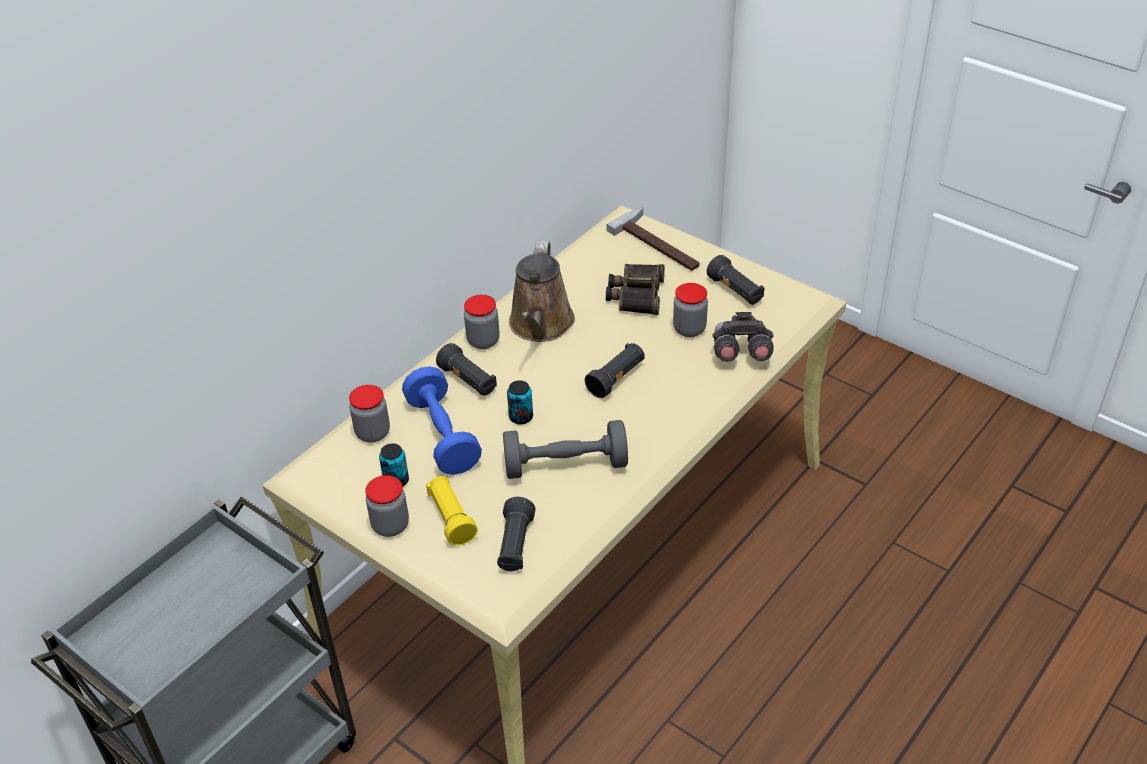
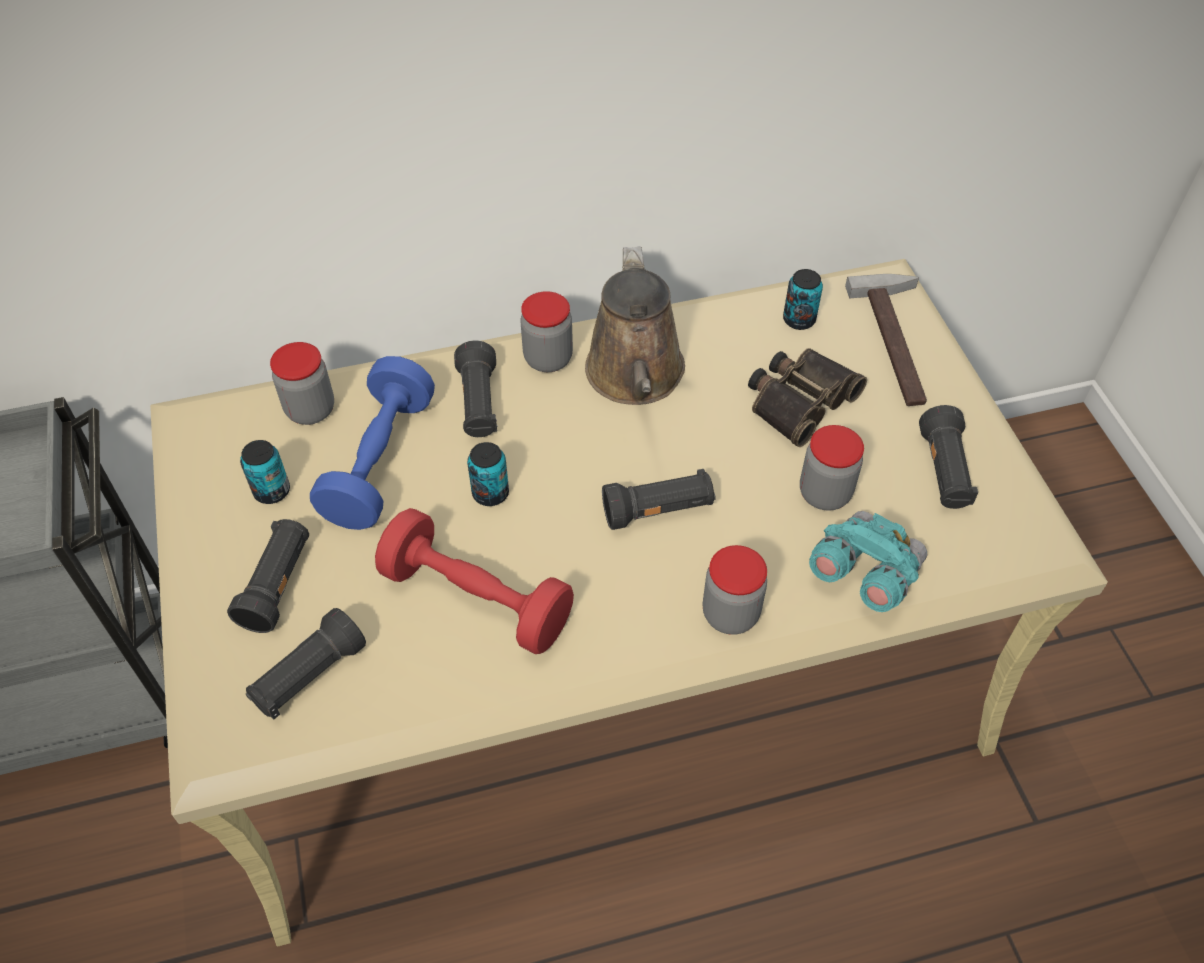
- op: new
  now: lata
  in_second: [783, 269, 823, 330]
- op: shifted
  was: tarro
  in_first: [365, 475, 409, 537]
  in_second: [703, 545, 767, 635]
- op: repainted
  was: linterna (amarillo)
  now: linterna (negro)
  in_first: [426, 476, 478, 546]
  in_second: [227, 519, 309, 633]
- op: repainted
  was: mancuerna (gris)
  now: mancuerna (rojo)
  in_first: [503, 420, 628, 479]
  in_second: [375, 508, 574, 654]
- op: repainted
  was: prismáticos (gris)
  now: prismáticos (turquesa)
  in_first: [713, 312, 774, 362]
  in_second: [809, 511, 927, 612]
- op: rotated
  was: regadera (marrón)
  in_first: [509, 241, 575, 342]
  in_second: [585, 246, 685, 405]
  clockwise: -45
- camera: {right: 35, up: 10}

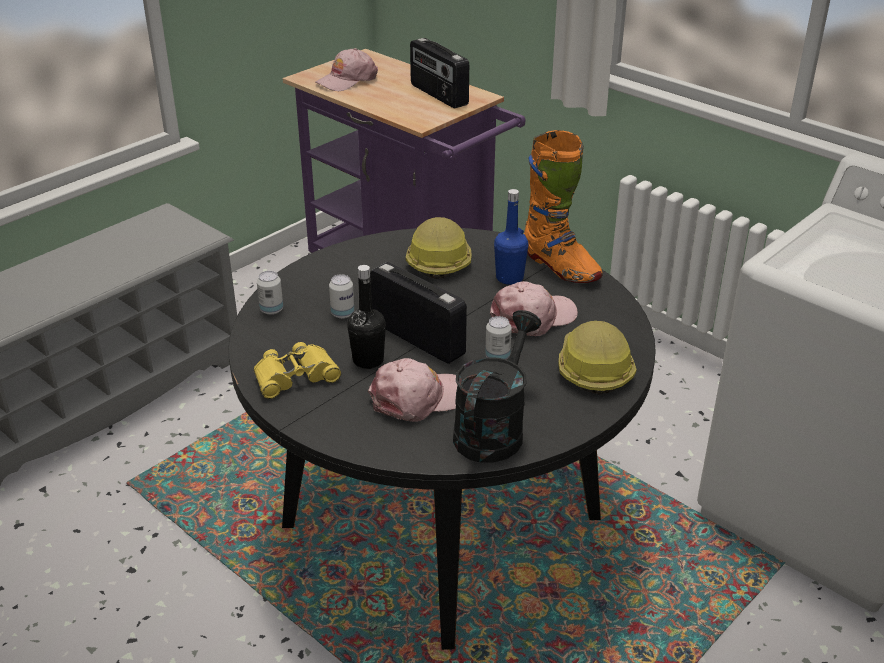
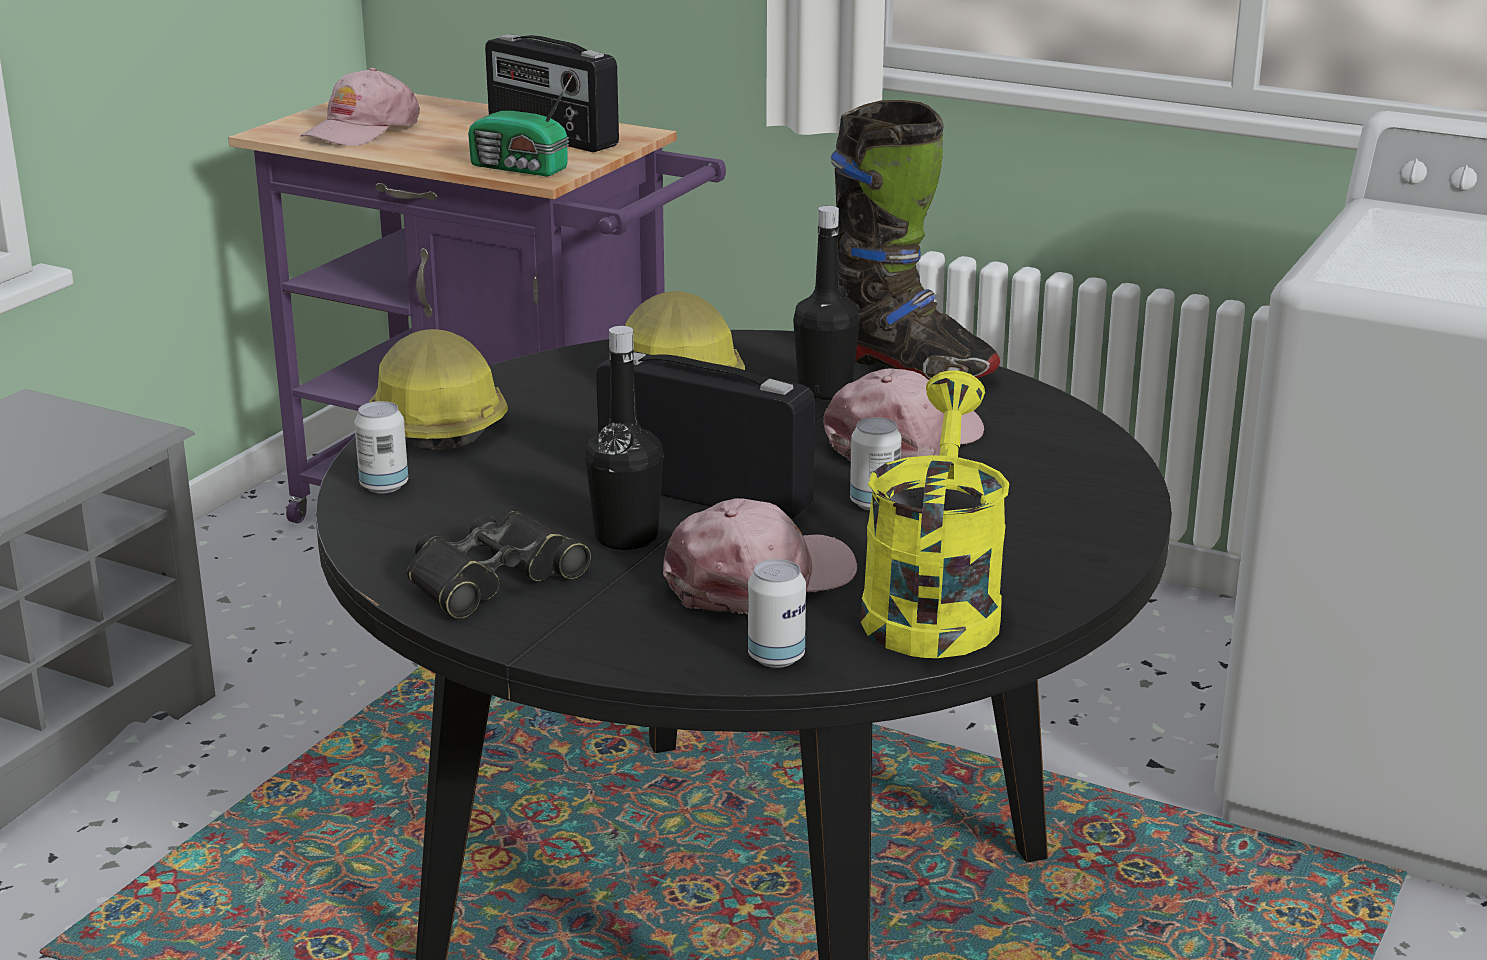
- op: new
  now: radio
  in_second: [468, 75, 573, 177]
- op: shifted
  was: lata
  in_first: [329, 274, 354, 319]
  in_second: [748, 559, 806, 668]
- op: shifted
  was: casco
  in_first: [558, 321, 637, 395]
  in_second: [369, 329, 508, 450]
- op: repainted
  was: prismáticos (amarillo)
  now: prismáticos (negro)
  in_first: [254, 342, 341, 399]
  in_second: [407, 511, 591, 619]
- op: repainted
  was: regadera (negro)
  now: regadera (amarillo)
  in_first: [453, 310, 541, 463]
  in_second: [861, 370, 1009, 658]
- op: repainted
  was: botella (azul)
  now: botella (negro)
  in_first: [494, 189, 528, 285]
  in_second: [793, 206, 860, 400]
- op: repainted
  was: bota (naranja)
  now: bota (negro)
  in_first: [524, 130, 603, 283]
  in_second: [831, 100, 1000, 380]
- camera: {right: -15, up: -10}

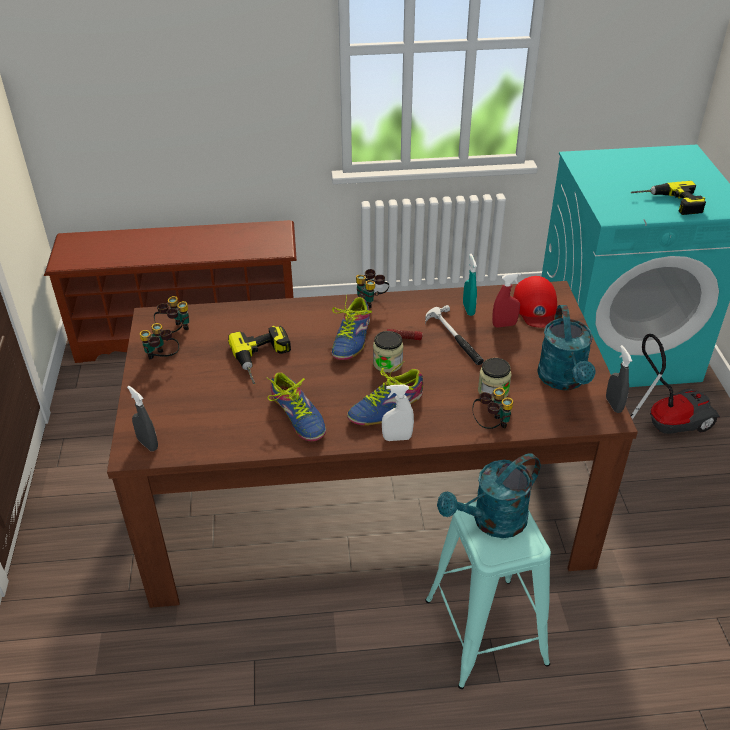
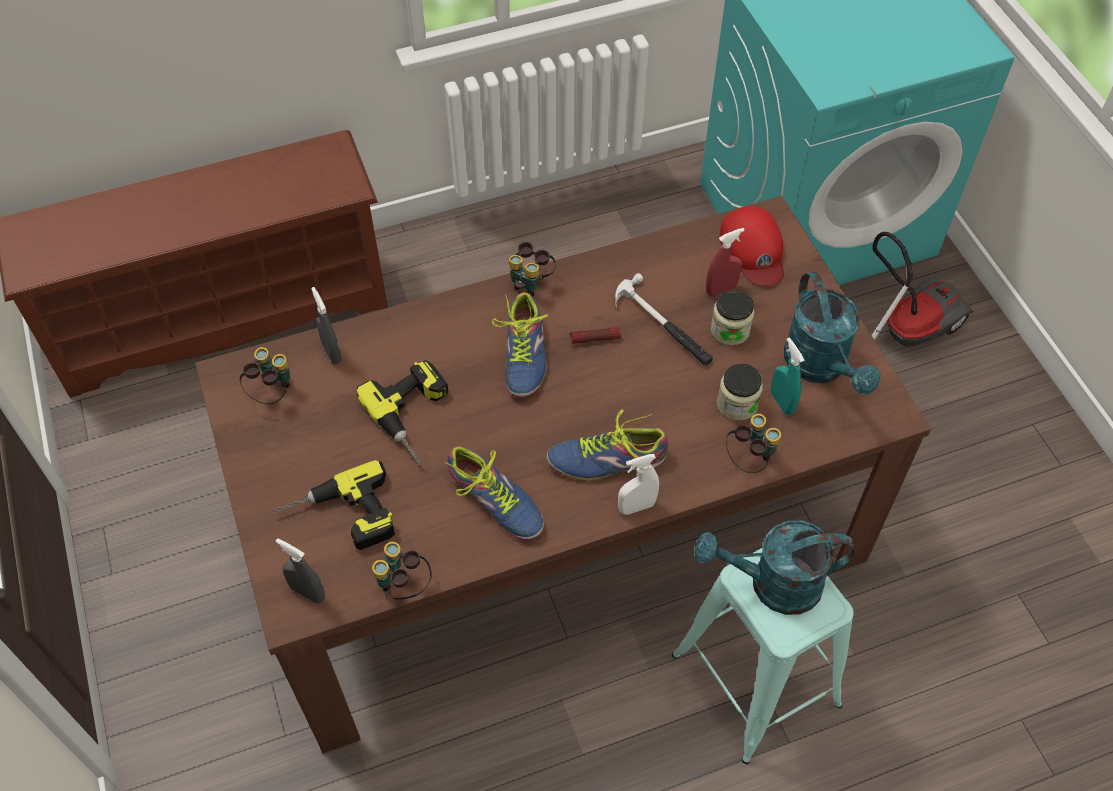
- op: shifted
  was: prismáticos
  in_first: [140, 323, 179, 359]
  in_second: [372, 541, 432, 600]
- op: shifted
  was: tarro
  in_first: [373, 331, 403, 373]
  in_second: [711, 290, 754, 345]
- op: shifted
  was: pulverizador (turquesa)
  in_first: [463, 254, 477, 316]
  in_second: [771, 338, 805, 415]
- op: shifted
  was: pulverizador (gris)
  in_first: [606, 345, 632, 413]
  in_second: [311, 287, 342, 364]
- op: shifted
  was: taladro
  in_first: [631, 181, 706, 215]
  in_second: [273, 460, 395, 550]
- op: rotated
  was: zapato
  in_first: [347, 362, 423, 425]
  in_second: [547, 409, 668, 481]
  clockwise: 45
- op: rotated
  was: regadera (turquesa)
  in_first: [437, 453, 541, 538]
  in_second: [695, 520, 855, 615]
  clockwise: 45
- camera: {right: -15, up: 15}

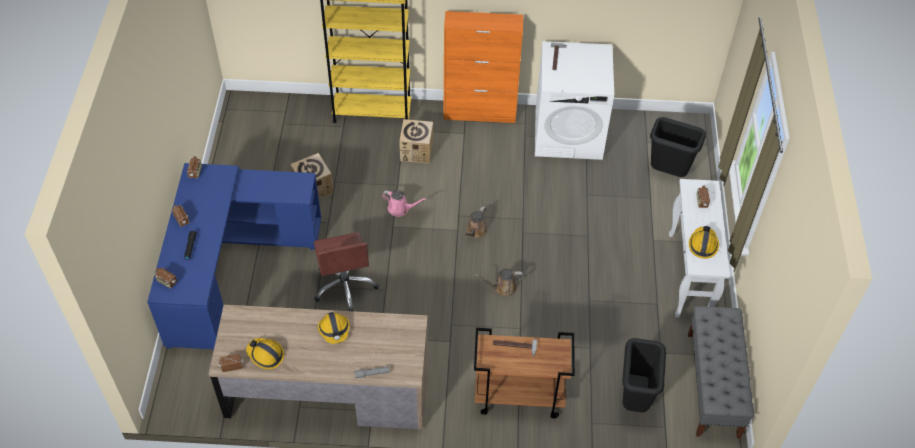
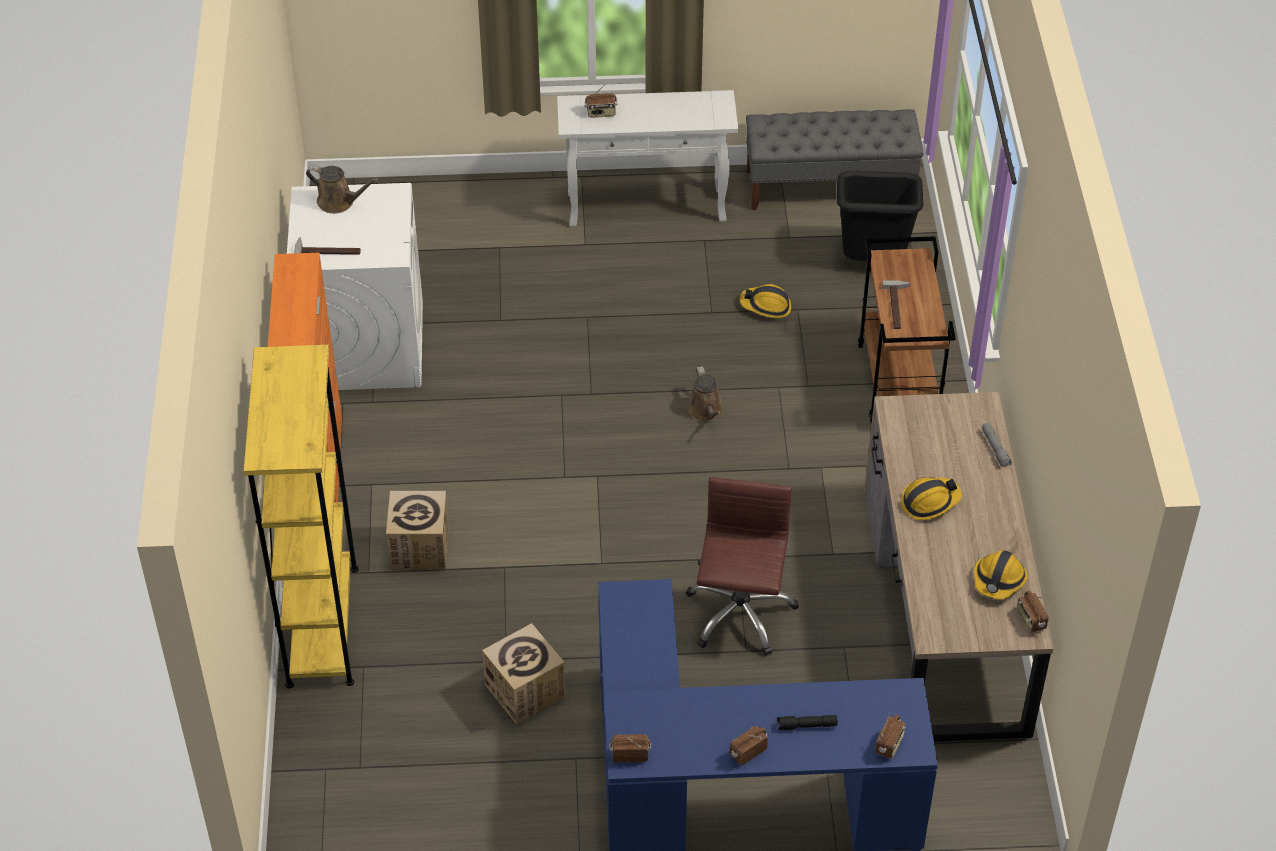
- op: gone
  was: regadera (rosa)
  in_first: [382, 190, 427, 217]
- op: gone
  was: papelera (negro)
  in_first: [650, 117, 706, 177]
- op: shifted
  was: regadera (marrón)
  in_first: [463, 206, 488, 238]
  in_second: [306, 165, 379, 214]
- op: shifted
  was: casco
  in_first: [689, 226, 719, 259]
  in_second: [740, 284, 791, 318]
- op: rotated
  was: silla de oficina (marrón)
  in_first: [314, 232, 379, 311]
  in_second: [686, 477, 799, 656]
  clockwise: -60
- camera: {right: -95, up: -5}

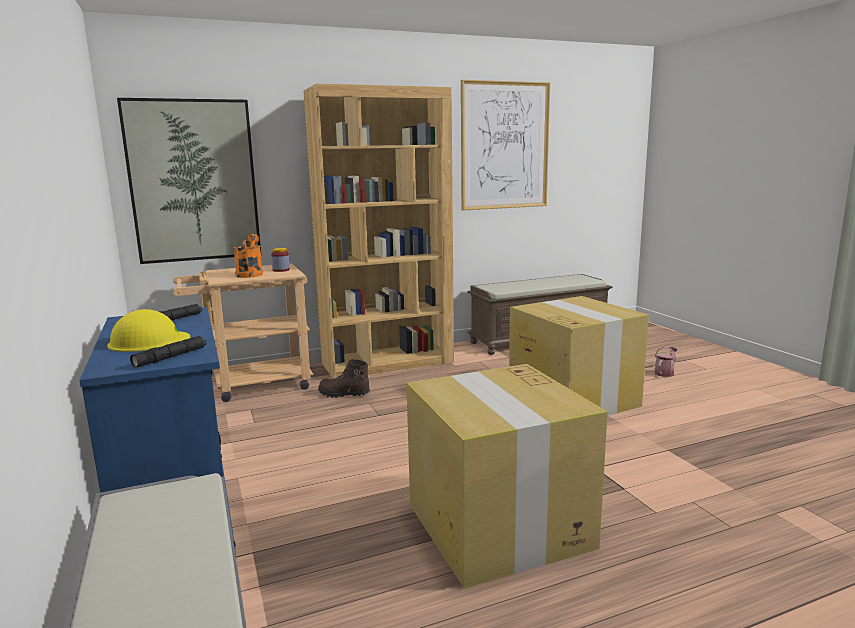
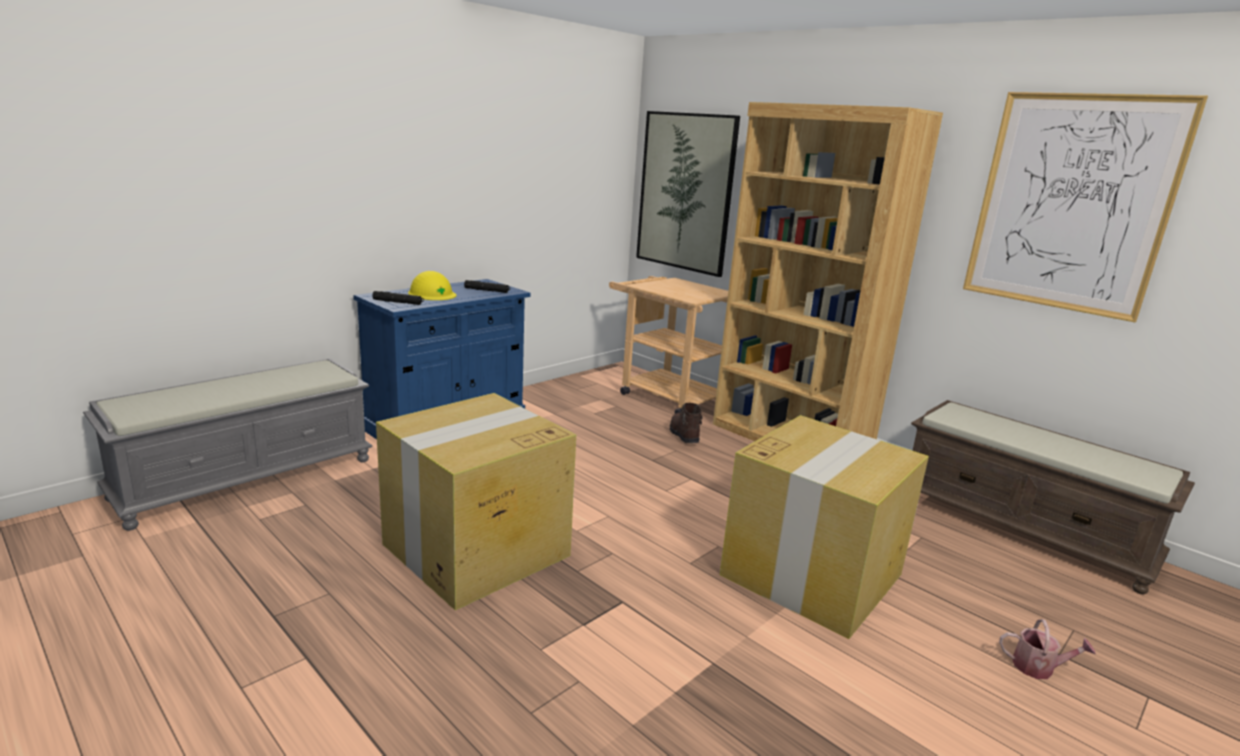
- op: gone
  was: regadera (naranja)
  in_first: [234, 234, 263, 278]
- op: gone
  was: tarro
  in_first: [271, 248, 290, 272]
- camera: {right: 65, up: 5}

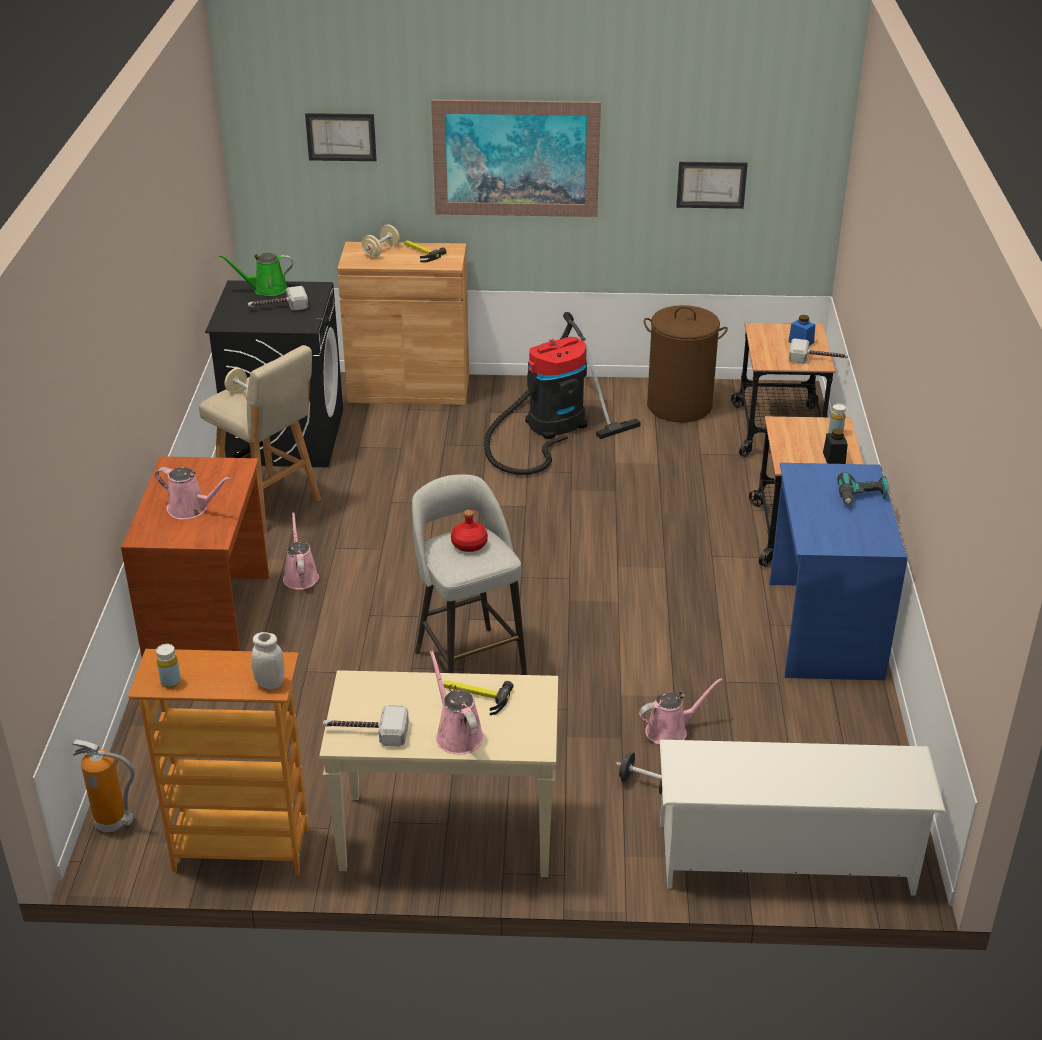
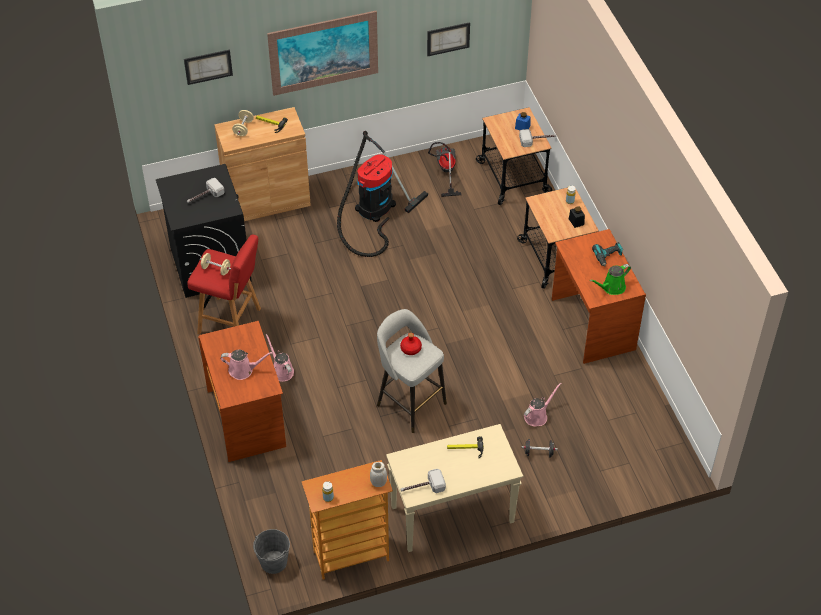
- op: gone
  was: regadera (rosa)
  in_first: [430, 650, 483, 754]
- op: gone
  was: zapatero (blanco)
  in_first: [660, 740, 946, 896]
- op: shifted
  was: regadera (verde)
  in_first: [219, 253, 293, 296]
  in_second: [590, 264, 631, 295]
- op: swapped
  was: extintor
  now: cubo (gris)
  in_first: [72, 739, 135, 832]
  in_second: [253, 529, 290, 574]
- op: swapped
  was: cesto de la ropa (marrón)
  now: aspiradora
  in_first: [644, 305, 728, 423]
  in_second: [428, 142, 461, 197]
- op: repainted
  was: taburete (beis)
  now: taburete (rojo)
  in_first: [199, 345, 321, 534]
  in_second: [187, 234, 261, 335]
- op: repainted
  was: escritorio (azul)
  now: escritorio (marrón)
  in_first: [770, 463, 908, 680]
  in_second: [552, 229, 646, 364]
- camera: {right: -20, up: 15}

